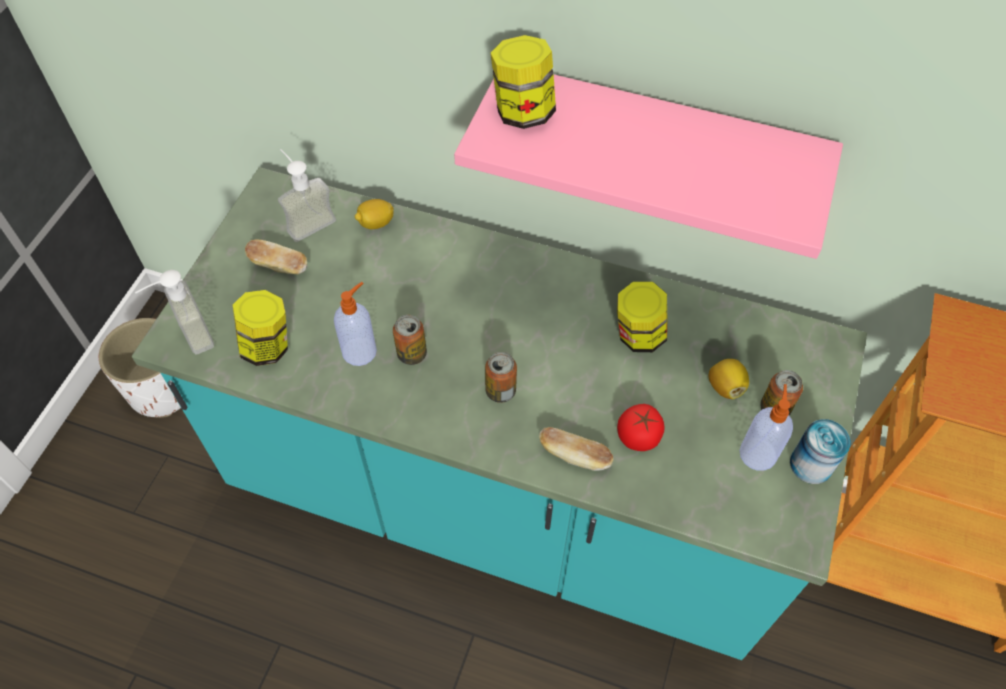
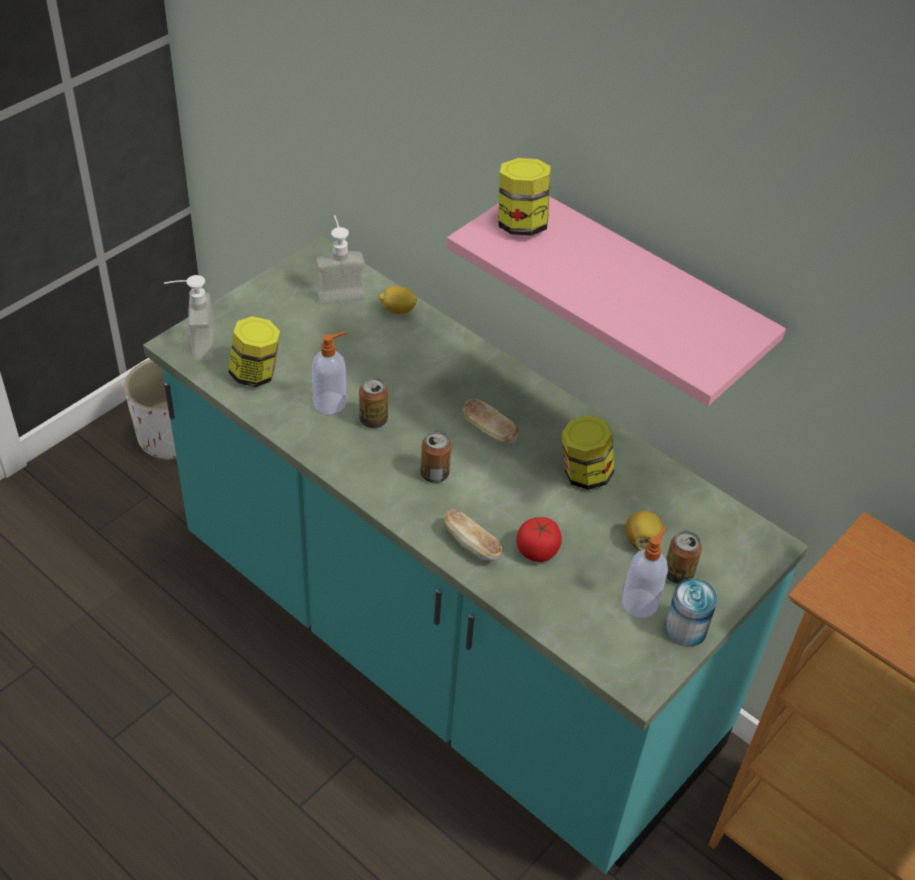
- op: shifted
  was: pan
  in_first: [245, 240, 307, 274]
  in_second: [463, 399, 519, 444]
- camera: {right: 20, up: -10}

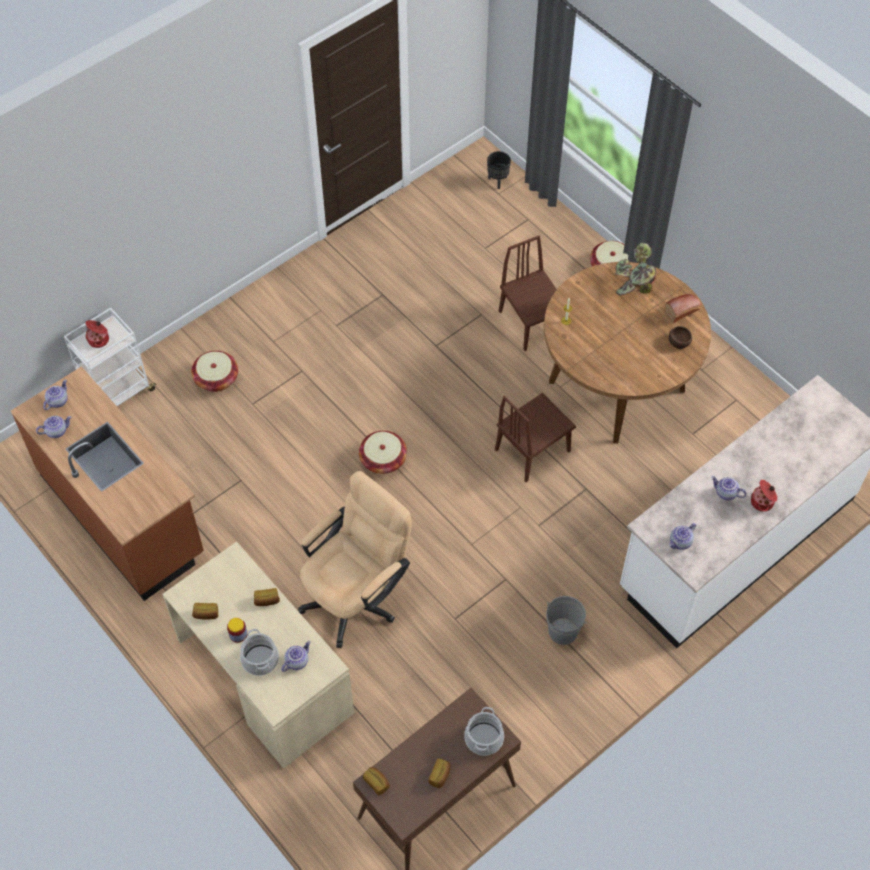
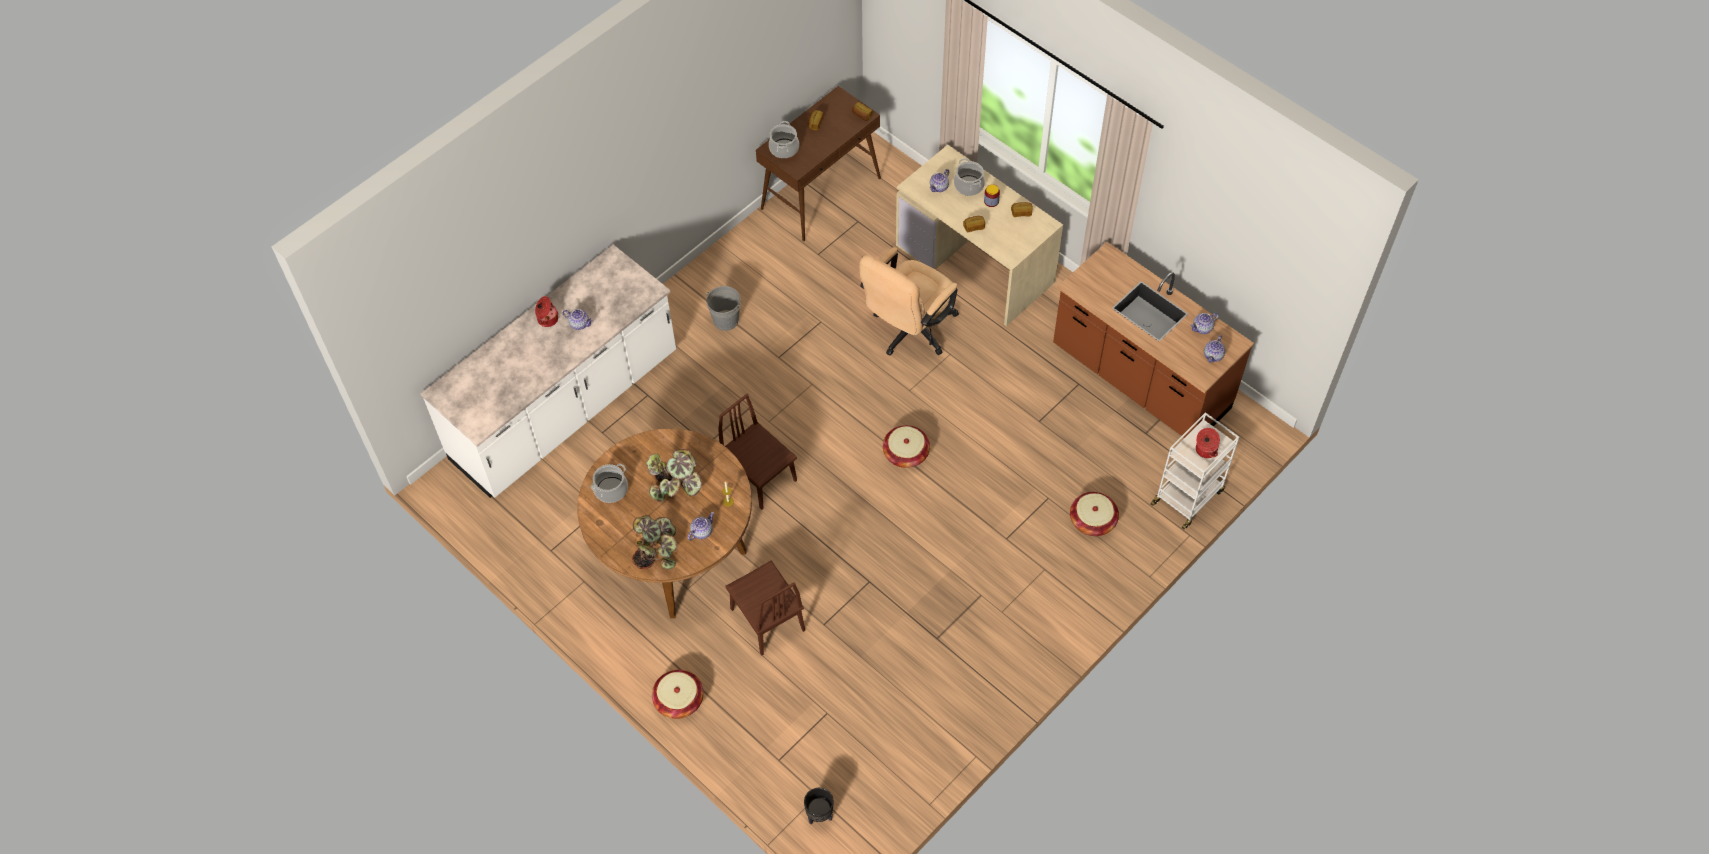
- op: gone
  was: pan
  in_first: [665, 294, 701, 323]
- op: new
  now: planta en maceta
  in_second: [646, 449, 702, 502]
- op: shifted
  was: tetera
  in_first: [669, 523, 696, 550]
  in_second: [688, 512, 714, 540]
- op: swapped
  was: cuenco (marrón)
  now: olla
  in_first: [669, 326, 692, 349]
  in_second: [591, 464, 628, 503]
- op: rotated
  was: silla (marrón)
  in_first: [495, 393, 576, 482]
  in_second: [718, 394, 797, 510]
  clockwise: -90
- camera: {right: 175, up: 0}

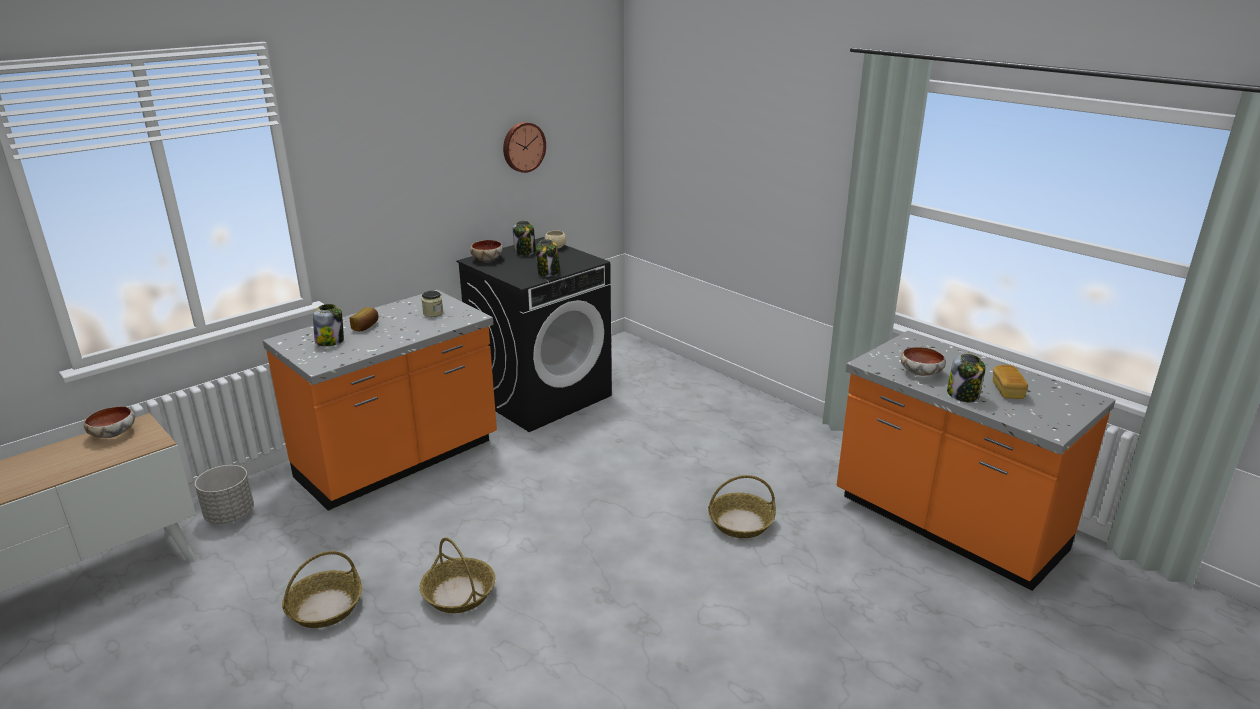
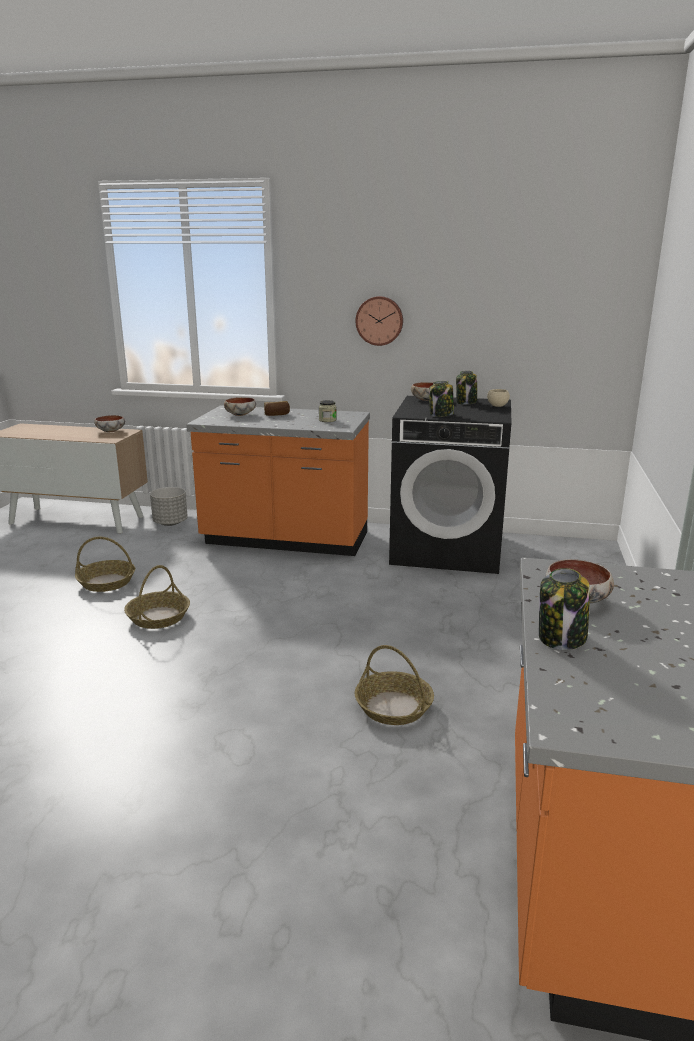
- op: gone
  was: pan
  in_first: [993, 365, 1028, 399]
- op: shifted
  was: reloj de pared
  in_first: [503, 122, 546, 173]
  in_second: [356, 296, 403, 346]
- op: swapped
  was: tarro
  now: cuenco
  in_first: [313, 304, 344, 346]
  in_second: [224, 397, 256, 416]
- camera: {right: 55, up: -5}

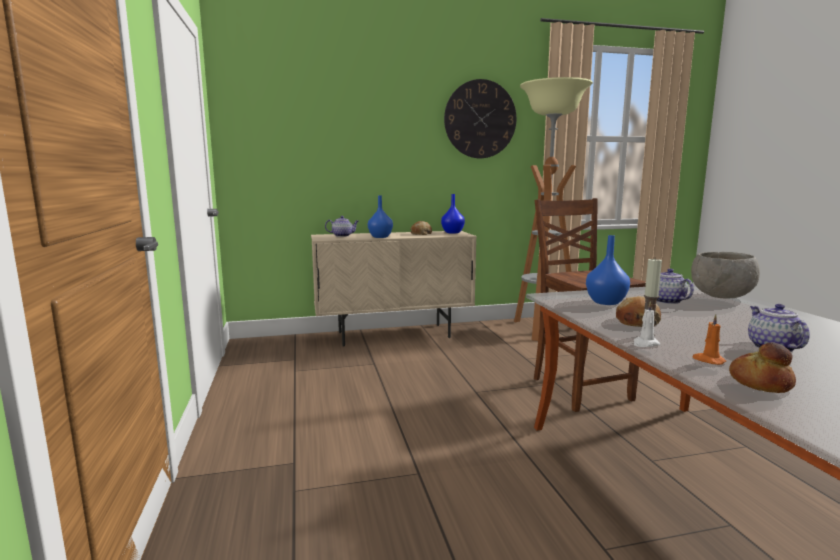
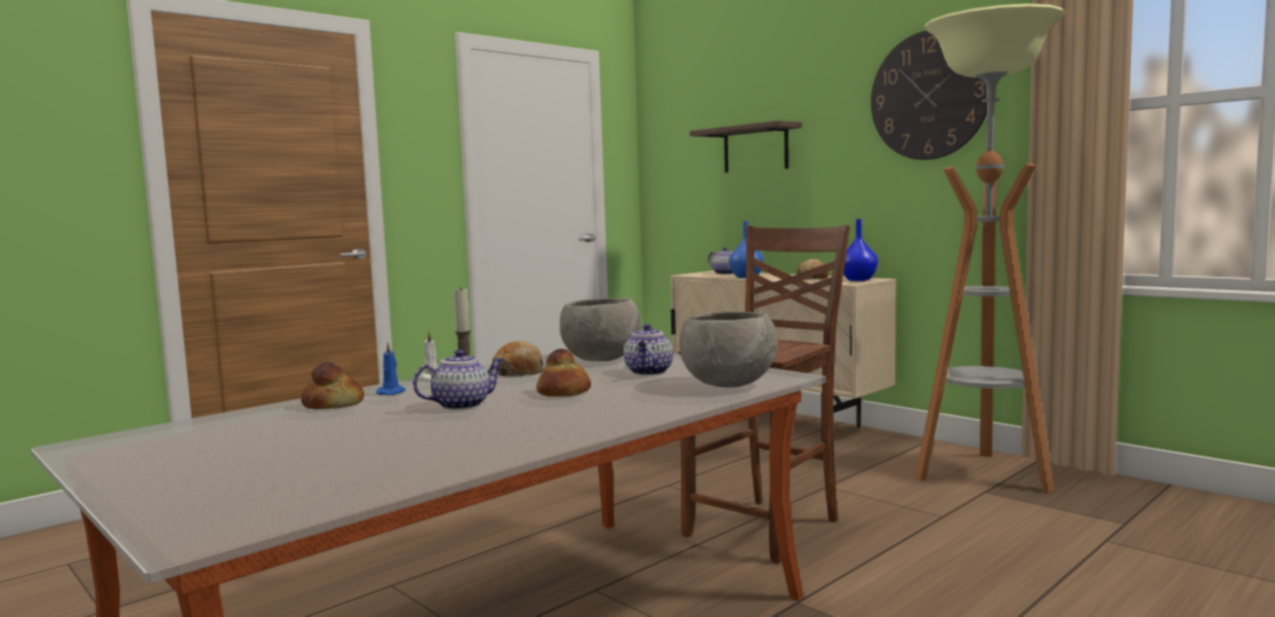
- op: new
  now: pan
  in_second: [536, 349, 591, 397]
- op: new
  now: estante
  in_second: [690, 121, 802, 173]
- op: swapped
  was: florero (azul)
  now: cuenco (gris)
  in_first: [586, 235, 630, 305]
  in_second: [560, 298, 641, 361]
- op: repainted
  was: vela (naranja)
  now: vela (azul)
  in_first: [693, 314, 726, 365]
  in_second: [376, 342, 406, 395]
- op: rotated
  was: tetera
  in_first: [656, 268, 694, 304]
  in_second: [623, 324, 673, 375]
  clockwise: 150
- camera: {right: 60, up: -5}

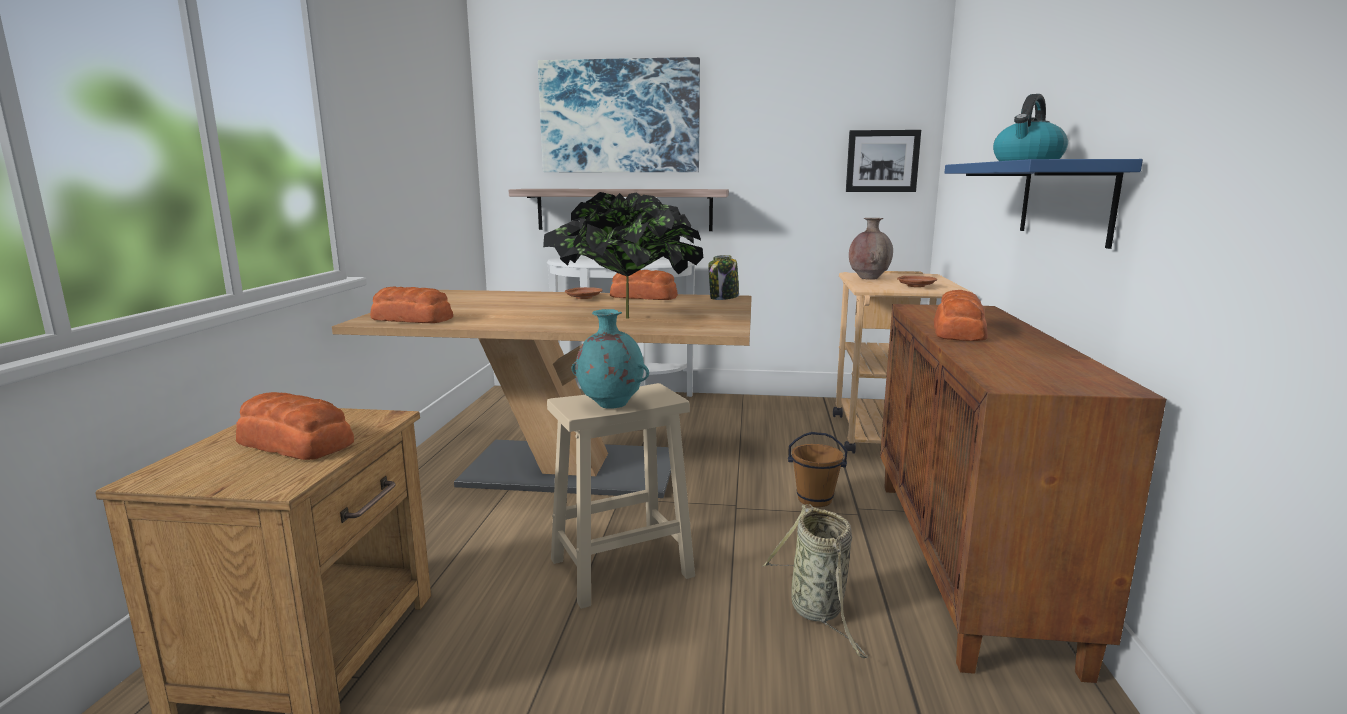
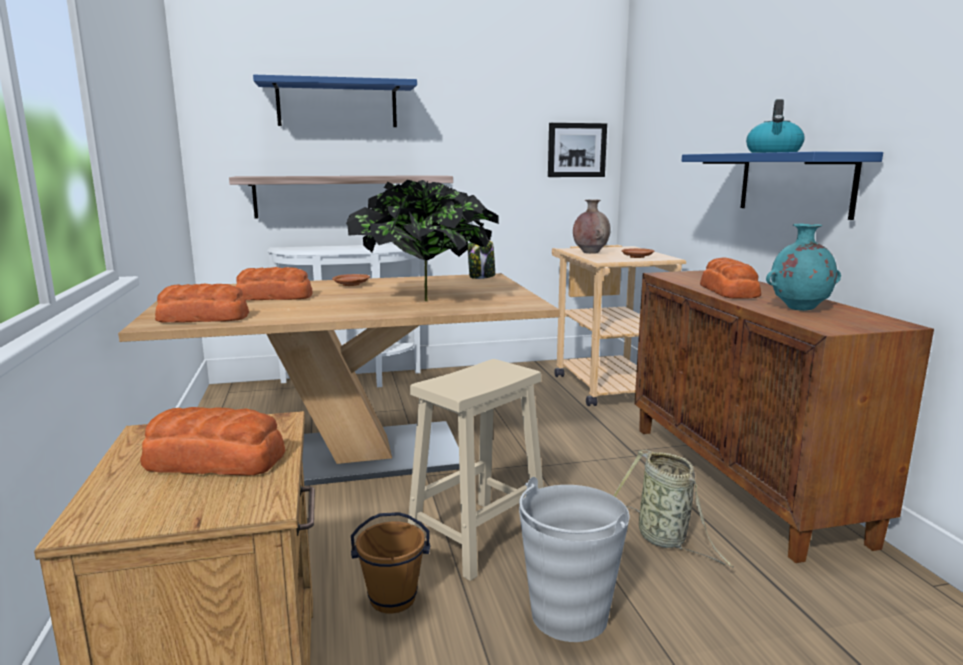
- op: new
  now: cubo (gris)
  in_second: [519, 477, 630, 642]
- op: shifted
  was: florero (turquesa)
  in_first: [572, 309, 649, 409]
  in_second: [766, 223, 841, 311]
- op: shifted
  was: pan
  in_first: [610, 270, 678, 300]
  in_second: [236, 267, 313, 300]
- op: shifted
  was: cubo (marrón)
  in_first: [788, 432, 847, 507]
  in_second: [351, 512, 430, 614]
- op: swapped
  was: cuadro
  now: estante (azul)
  in_first: [538, 57, 700, 172]
  in_second: [253, 75, 417, 127]
- camera: {right: -20, up: 0}

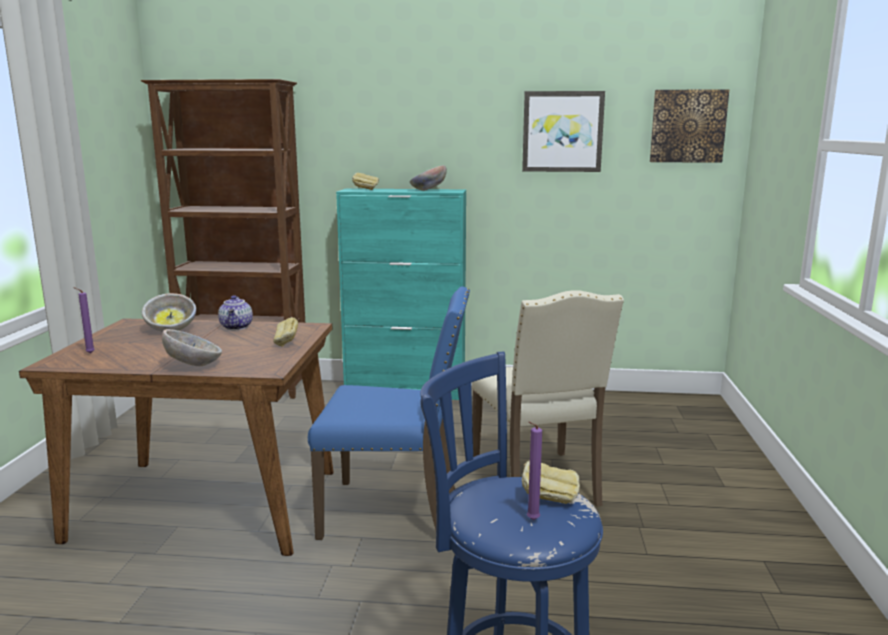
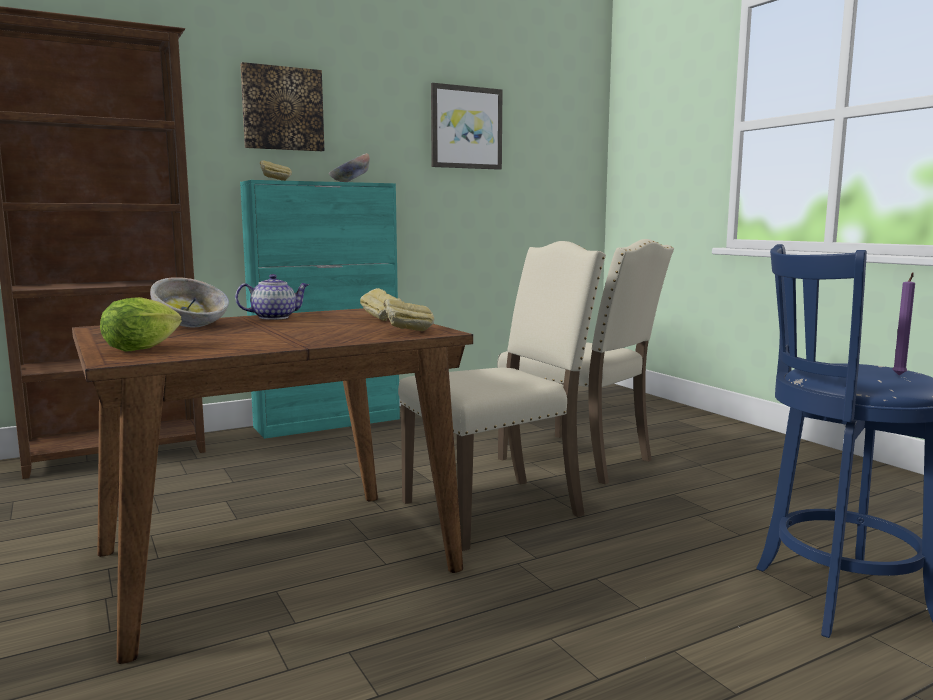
- op: gone
  was: cuenco
  in_first: [162, 329, 222, 366]
- op: shifted
  was: pan
  in_first: [522, 461, 580, 504]
  in_second: [383, 299, 434, 331]
- op: shifted
  was: cuadro
  in_first: [650, 89, 729, 163]
  in_second: [240, 62, 324, 151]
- op: swapped
  was: vela (morado)
  now: lechuga
  in_first: [73, 287, 95, 354]
  in_second: [100, 297, 182, 352]
- op: repainted
  was: silla (azul)
  now: silla (beis)
  in_first: [308, 287, 470, 540]
  in_second: [398, 241, 606, 551]
- op: rotated
  was: tetera
  in_first: [218, 295, 253, 330]
  in_second: [235, 274, 310, 320]
  clockwise: -75
- camera: {right: -35, up: -5}

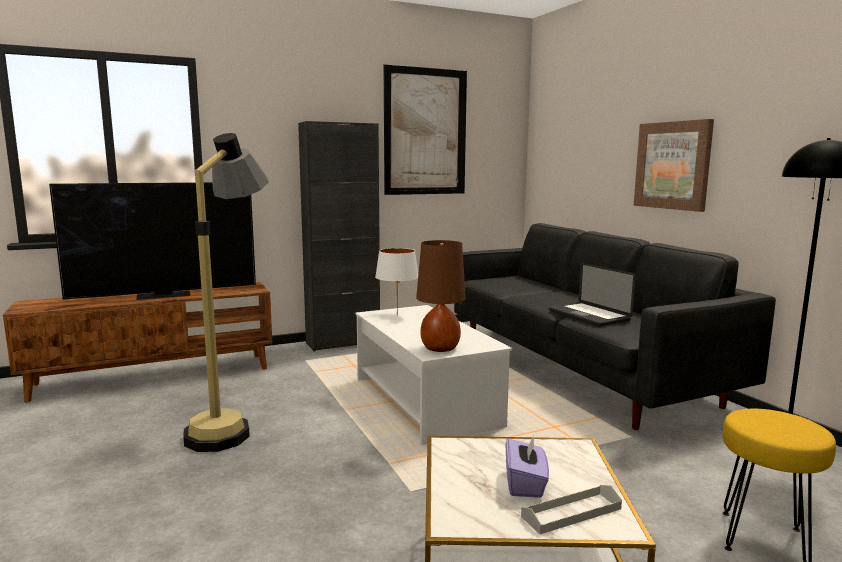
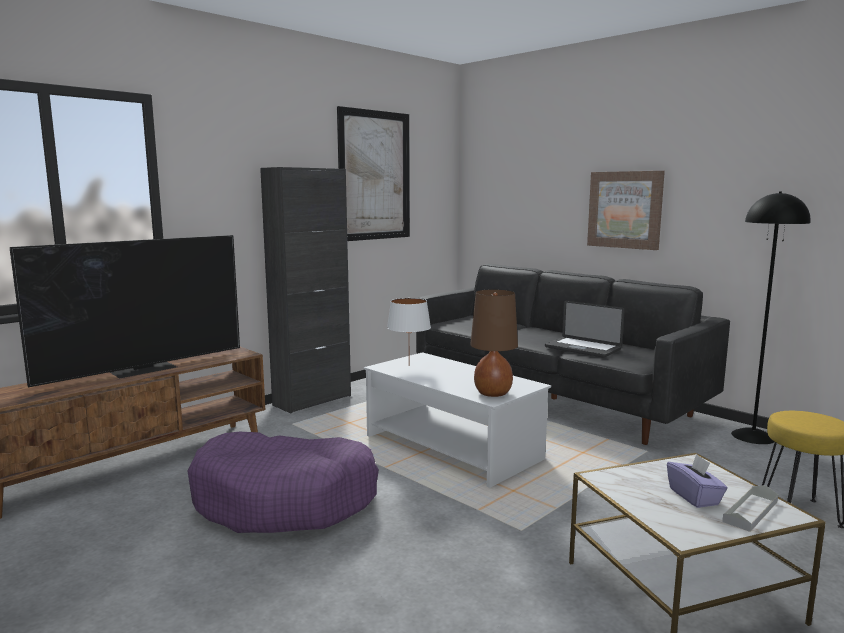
- op: swapped
  was: lámpara de pie
  now: cama para perro (morado)
  in_first: [183, 133, 269, 452]
  in_second: [188, 432, 379, 533]
- camera: {right: -20, up: 0}

